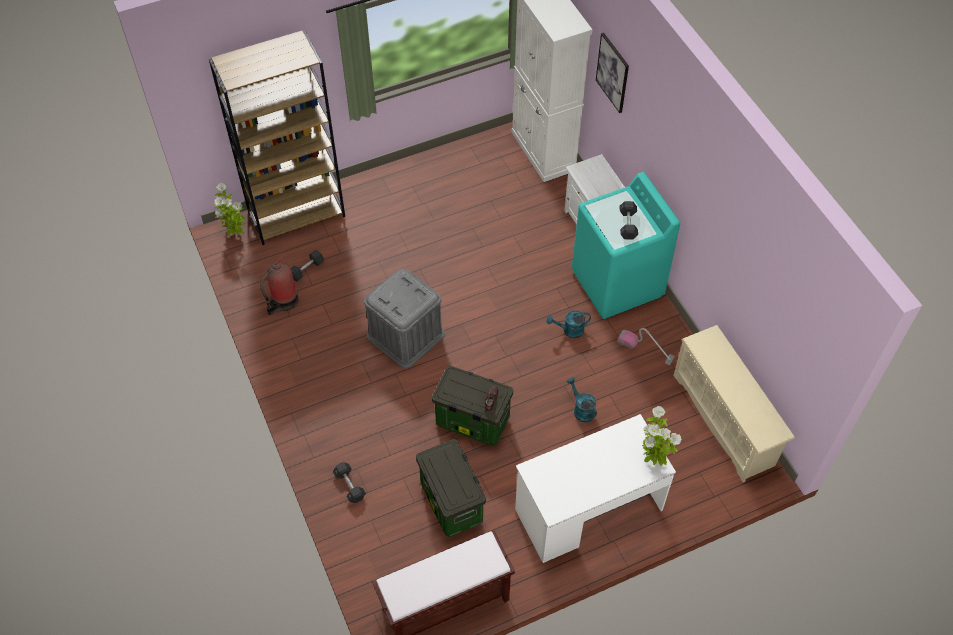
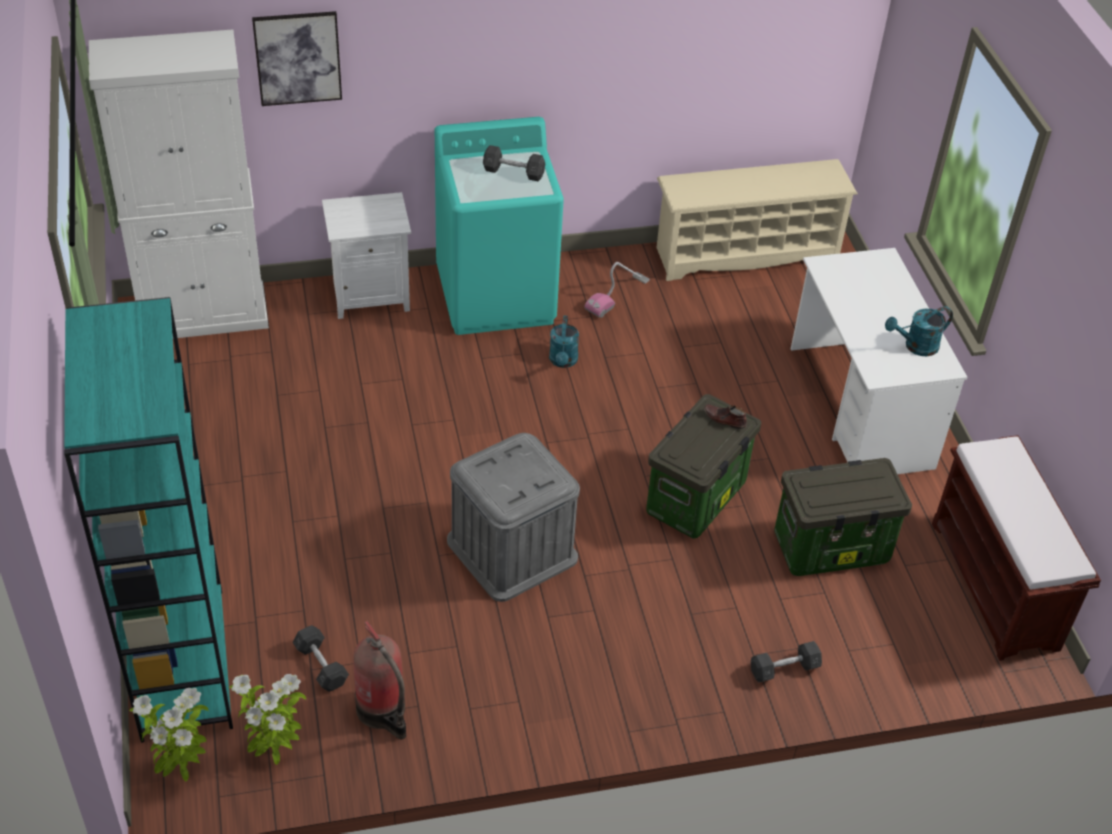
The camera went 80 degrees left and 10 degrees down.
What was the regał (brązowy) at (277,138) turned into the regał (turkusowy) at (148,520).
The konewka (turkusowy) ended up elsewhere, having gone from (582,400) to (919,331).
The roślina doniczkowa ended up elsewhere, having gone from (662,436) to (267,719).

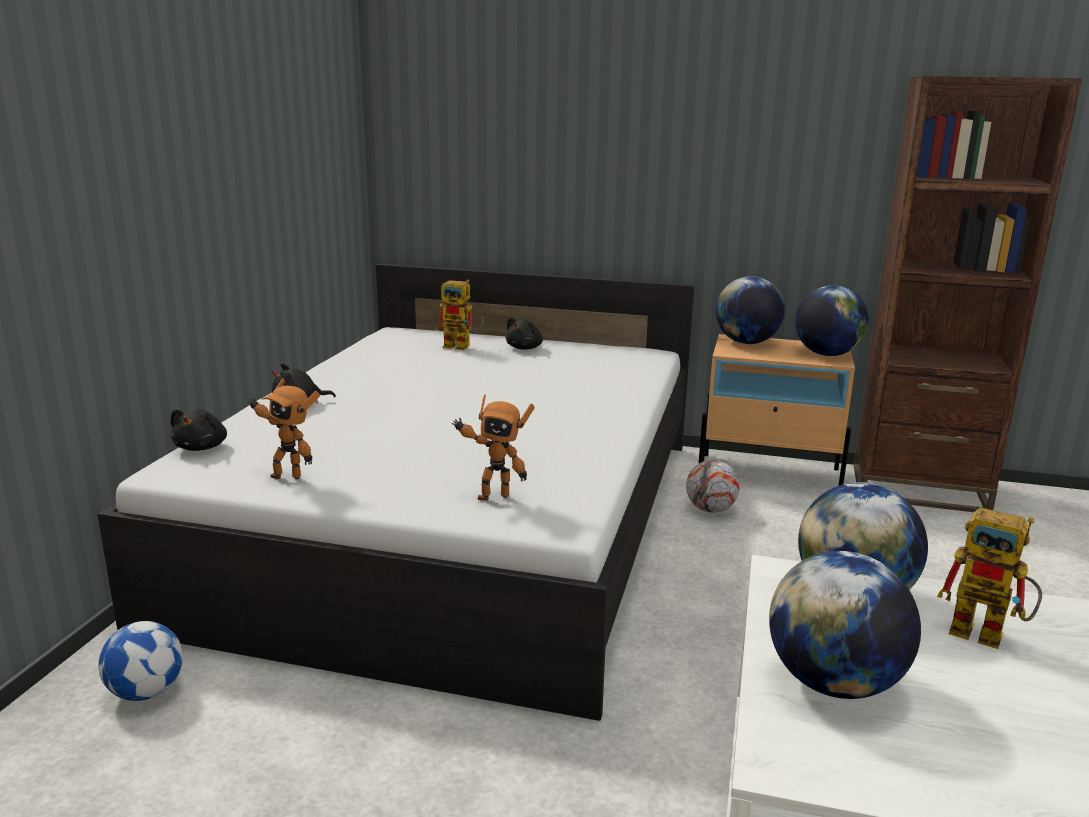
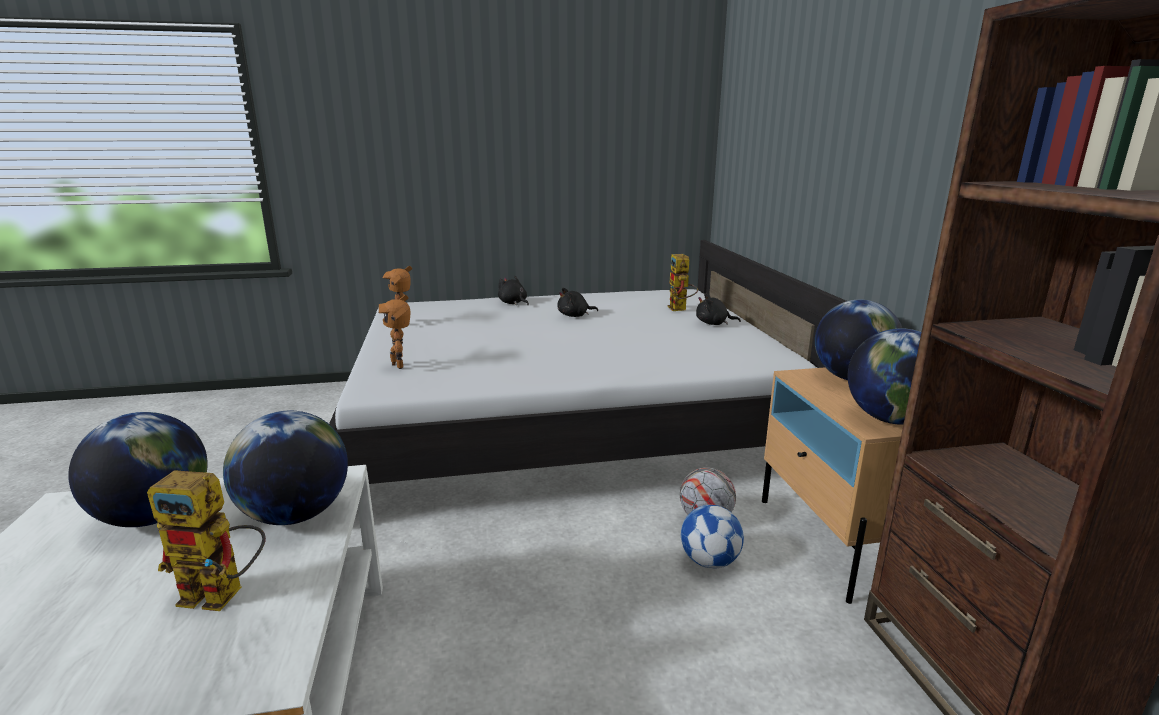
The camera went 65 degrees right and 0 degrees up.
The pluszak (czarny) ended up elsewhere, having gone from (199,430) to (577,302).
The robot zabawkowy at (989,578) ended up facing another way, 90 degrees counterclockwise from before.
The piłka futbolowa ended up elsewhere, having gone from (140,661) to (712,536).

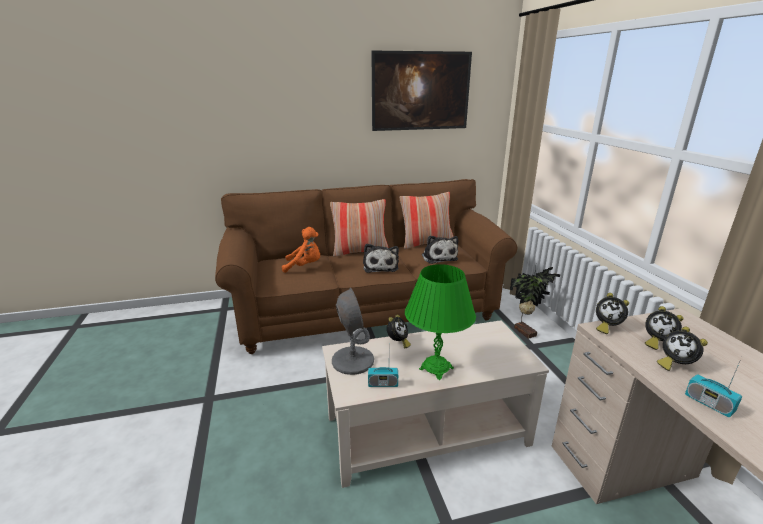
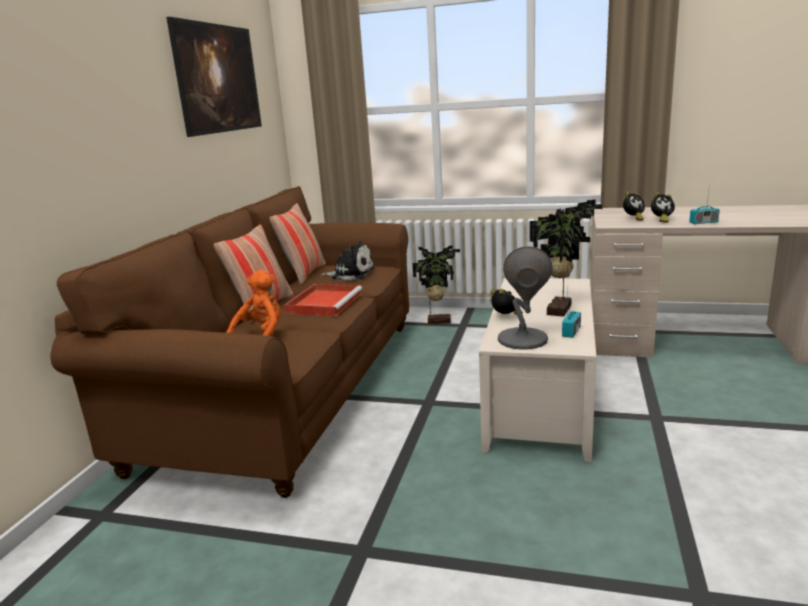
The camera went 60 degrees left and 5 degrees down.
Where the pluszak stood at (381,258), the taca (czerwony) came to stand at (323,300).
Where the lampa stołowa (zielony) stood at (440,322), the roślina doniczkowa came to stand at (566,257).
The second view lost the budzik at (612,313).

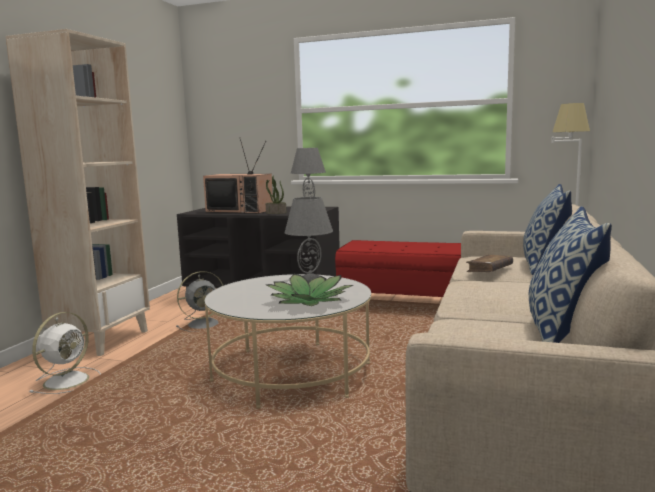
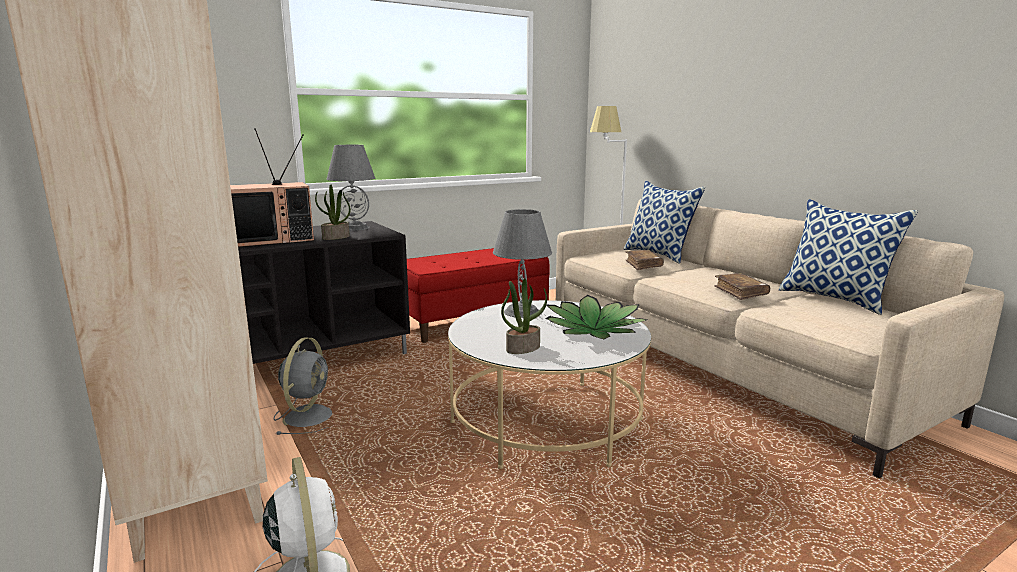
The camera went 50 degrees left and 5 degrees up.
The second view gained the książka (brązowy) at (742,286).
The second view gained the roślina doniczkowa at (524,316).

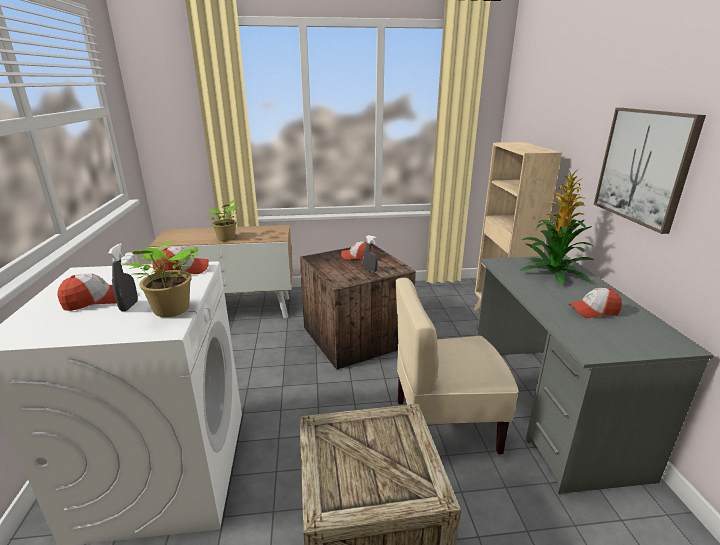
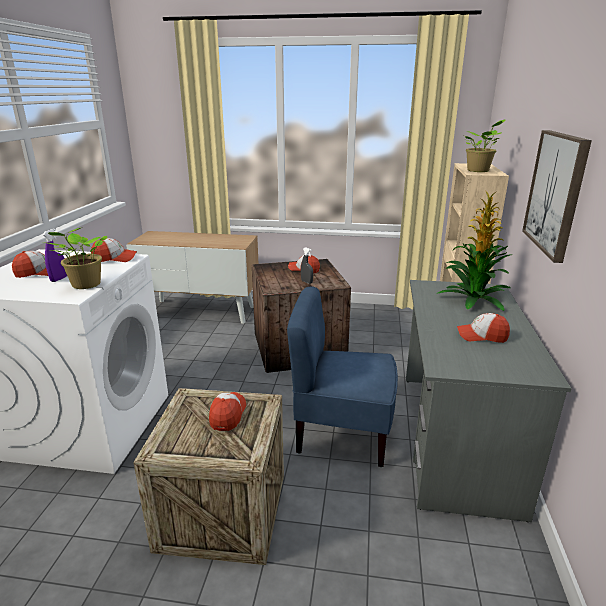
The camera went 15 degrees right and 0 degrees up.
The roślina doniczkowa ended up elsewhere, having gone from (223,220) to (485,145).
What was the spryskiwacz (szary) at (123,277) turned into the spryskiwacz (fioletowy) at (54,255).
What was the krzesło (beżowy) at (457,365) turned into the krzesło (niebieski) at (342,376).
The second view gained the czapka z daszkiem at (227,411).

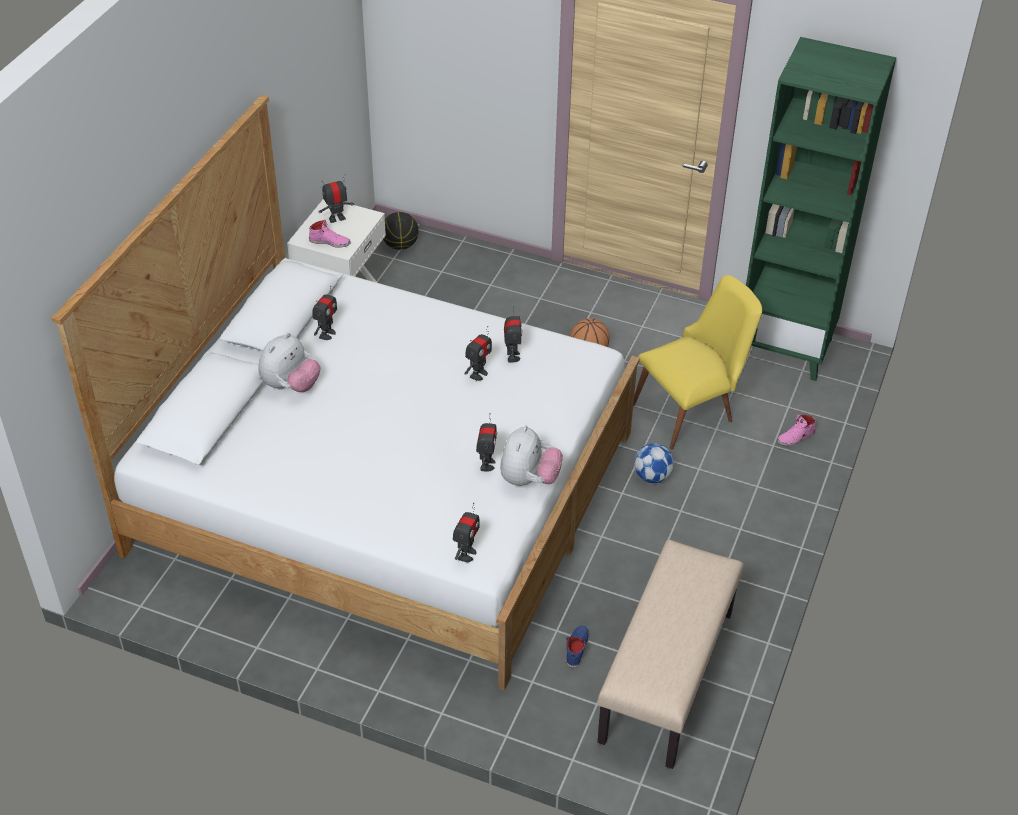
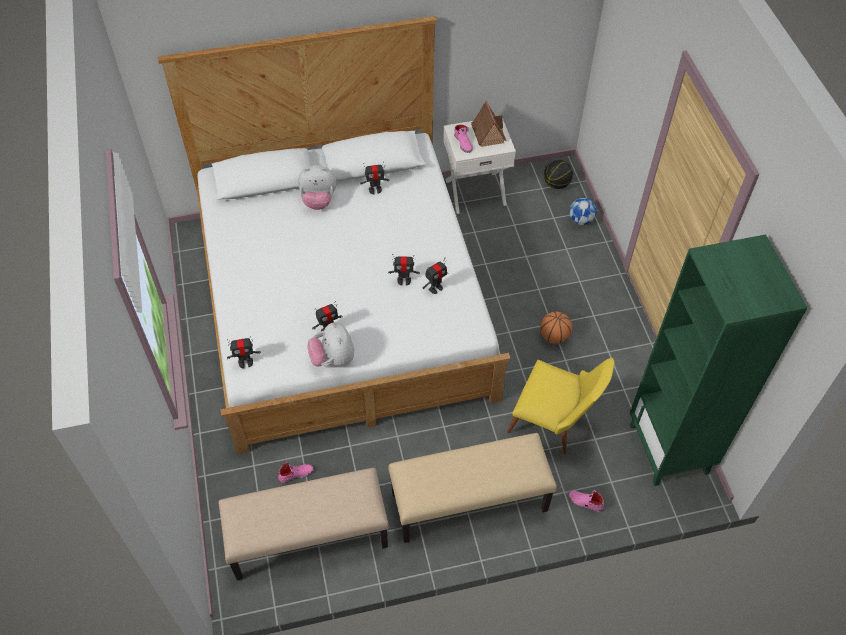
The camera went 55 degrees right and 10 degrees up.
Where the robot zabawkowy stood at (336,198), the domek came to stand at (488,124).
The pluszak at (531,455) ended up facing another way, 90 degrees clockwise from before.
The piłka futbolowa ended up elsewhere, having gone from (654,463) to (583,211).
What was the but (niebieski) at (577,646) turned into the but (różowy) at (296,472).
The second view gained the ławka (beżowy) at (472,488).

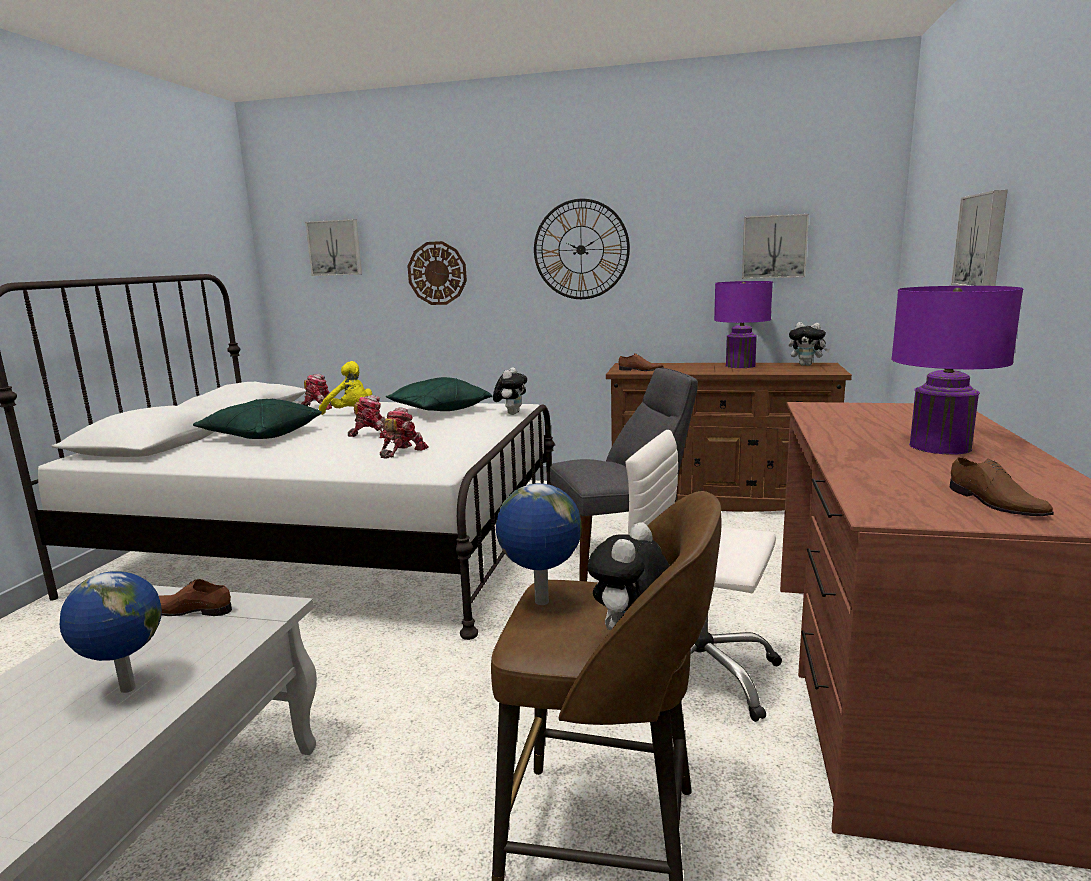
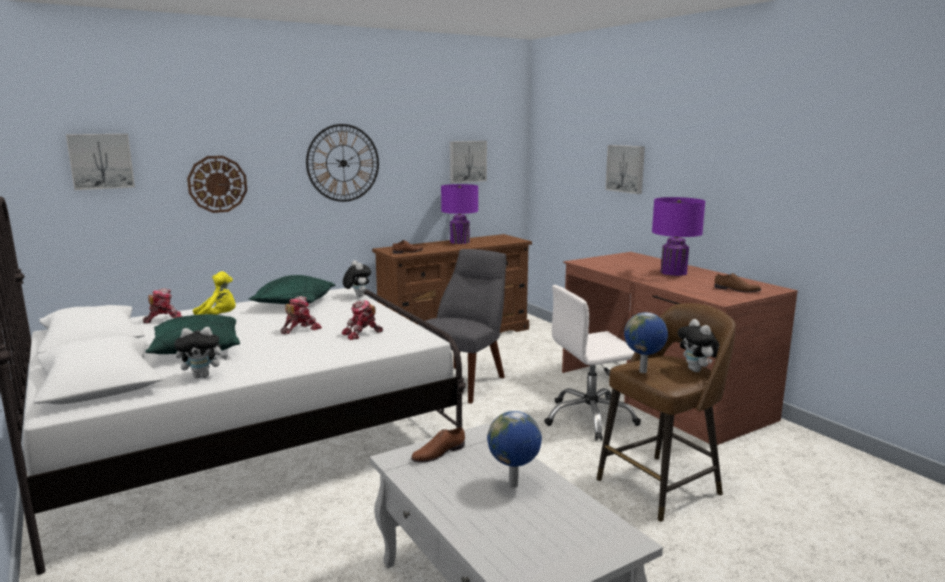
The camera went 45 degrees left and 0 degrees up.
The pluszak ended up elsewhere, having gone from (809,344) to (201,353).
The robot zabawkowy at (404,433) ended up facing another way, 105 degrees counterclockwise from before.

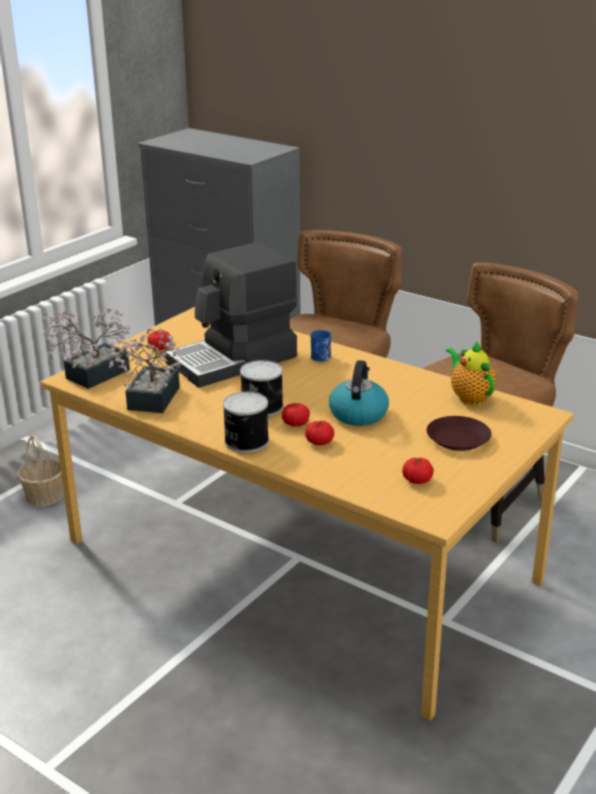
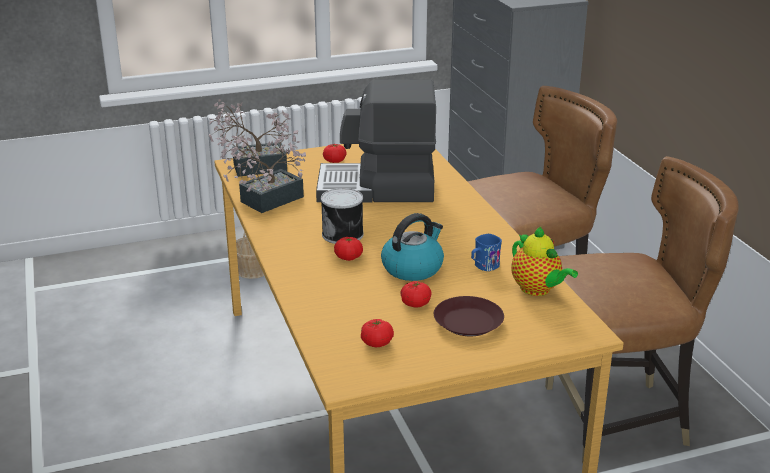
The camera went 35 degrees right and 0 degrees up.
The kubek (niebieski) ended up elsewhere, having gone from (321,346) to (486,252).
The imbryk at (471,373) ended up facing another way, 135 degrees clockwise from before.
The second view lost the puszka at (246,422).
The pomidor ended up elsewhere, having gone from (319,433) to (415,294).

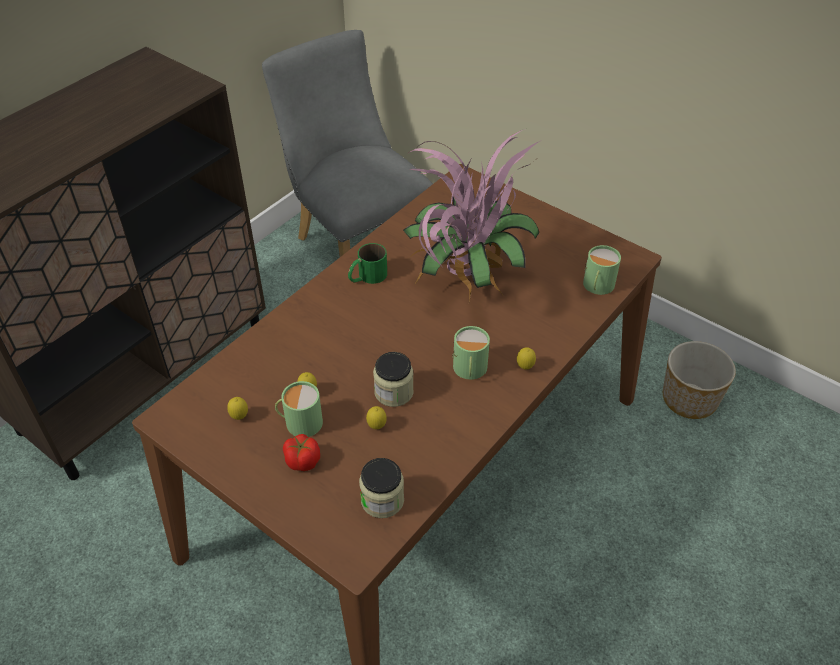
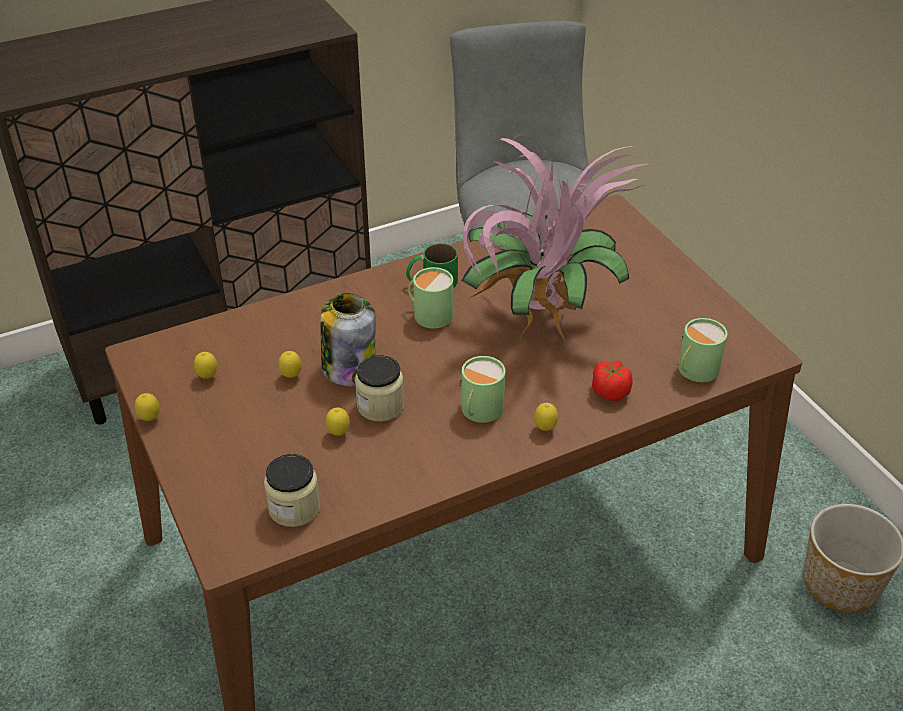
The camera went 25 degrees right and 5 degrees down.
The kubek (zielony) ended up elsewhere, having gone from (299,409) to (430,297).
The pomidor ended up elsewhere, having gone from (301,452) to (612,380).
The second view gained the słoik at (348,339).
The second view gained the cytryna at (147,407).

